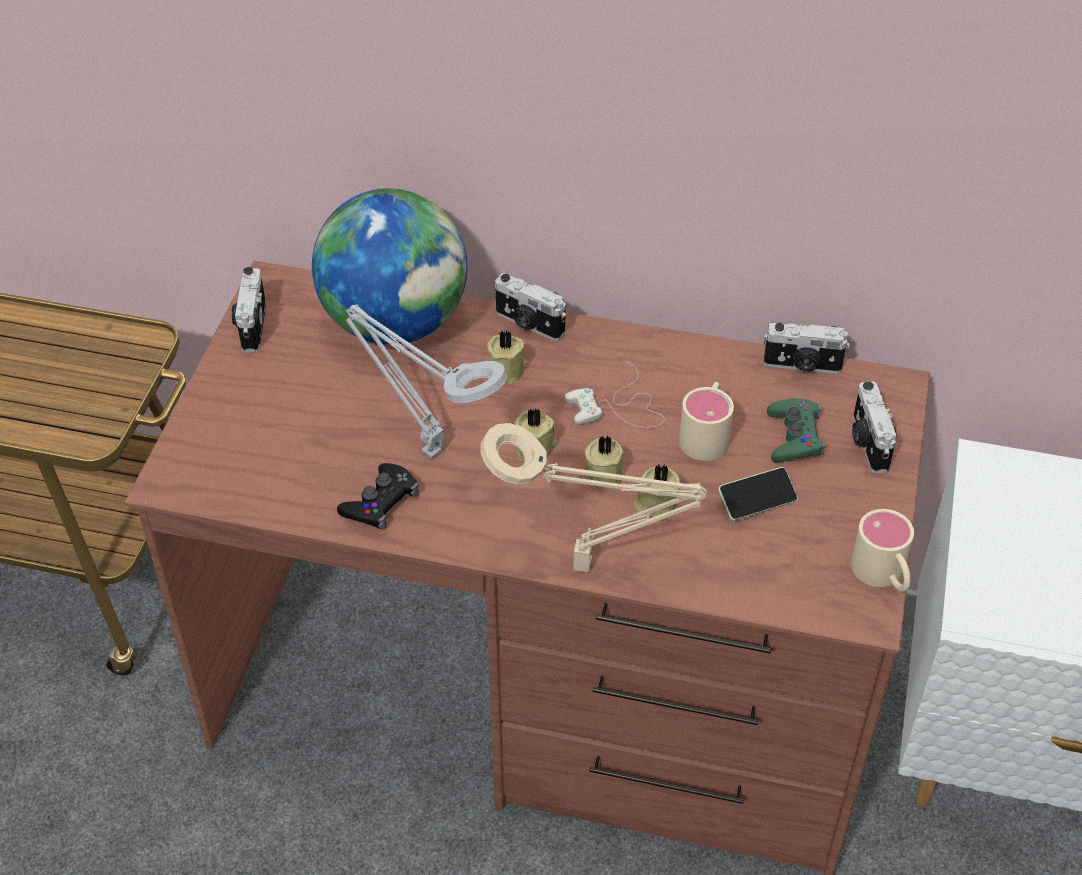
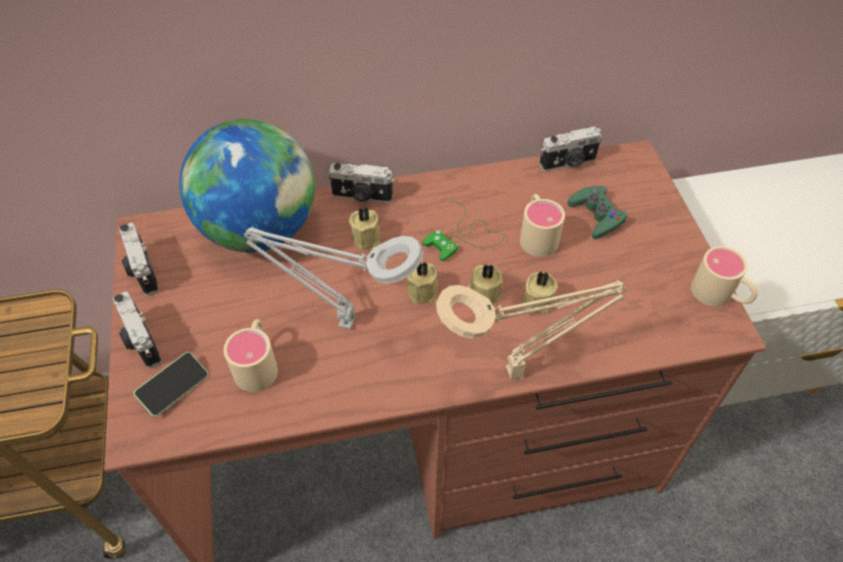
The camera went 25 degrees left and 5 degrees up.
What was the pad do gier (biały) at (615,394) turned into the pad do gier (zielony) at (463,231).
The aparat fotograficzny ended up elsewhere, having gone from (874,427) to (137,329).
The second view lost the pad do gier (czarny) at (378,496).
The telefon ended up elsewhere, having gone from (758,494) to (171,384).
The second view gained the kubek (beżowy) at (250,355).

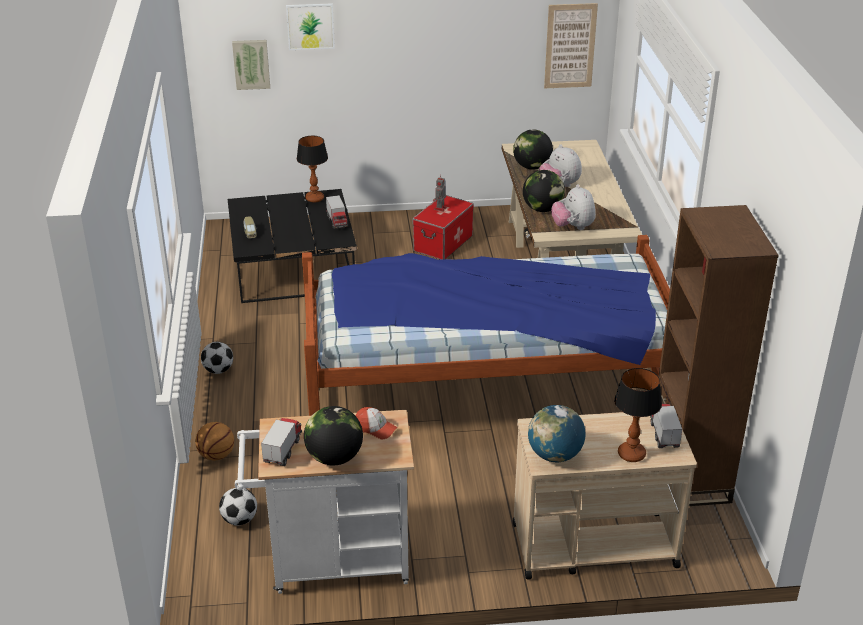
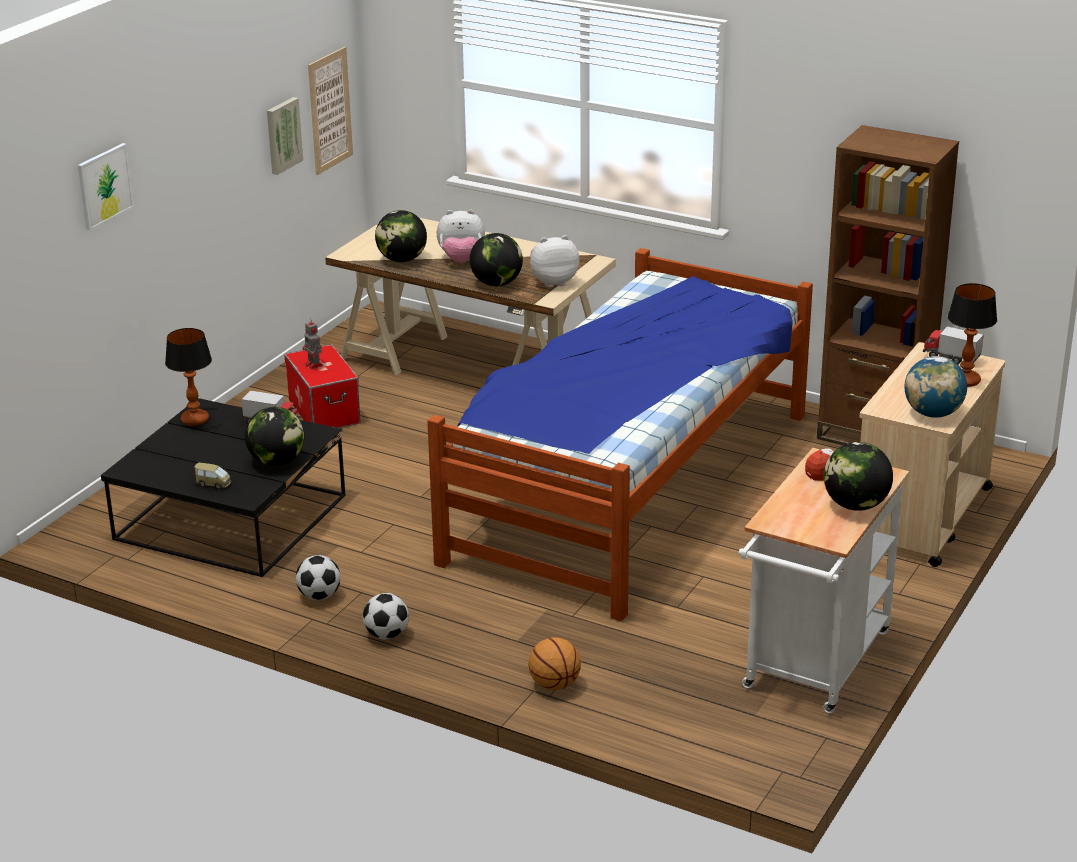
The camera went 55 degrees left and 5 degrees down.
The obraz ended up elsewhere, having gone from (251,65) to (285,136).
The pluszak at (573,207) ended up facing another way, 150 degrees clockwise from before.
The second view lost the ciężarówka zabawkowa at (281,442).
The piłka futbolowa ended up elsewhere, having gone from (238,507) to (318,577).
The second view gained the globus at (274,436).

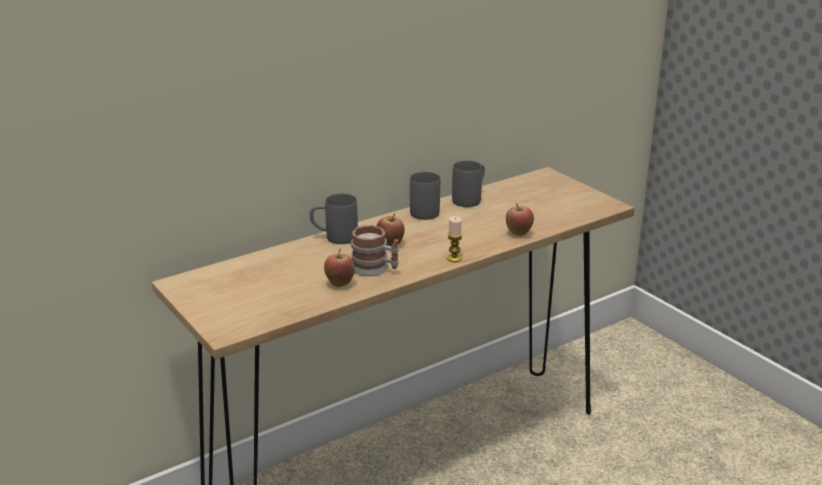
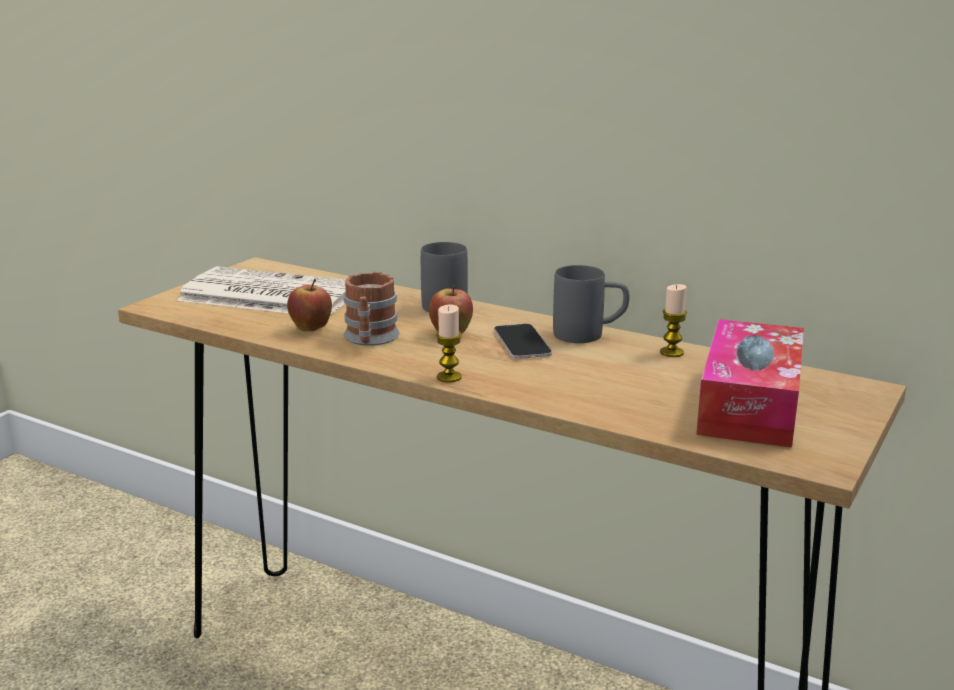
The camera went 65 degrees right and 5 degrees down.
Where the kubek (szary) stood at (468,184), the świeca came to stand at (673,320).
The second view lost the jabłko at (520,219).
The second view gained the gazeta at (261,290).
The second view gained the pudełko chusteczek at (750,383).
The second view gained the telefon at (523,341).

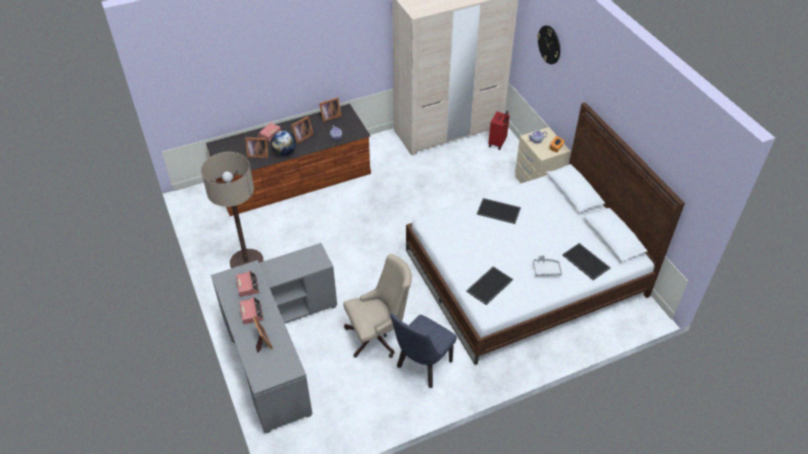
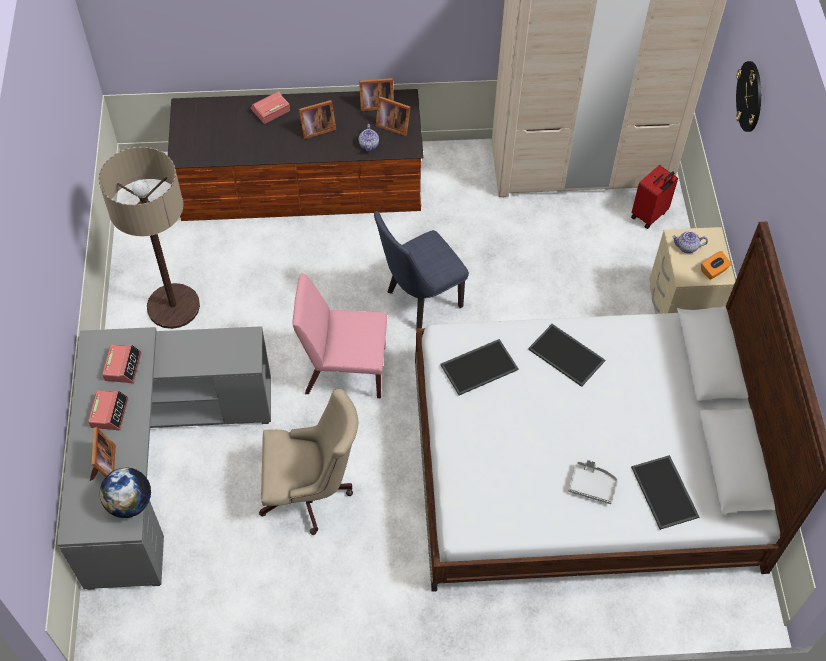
The camera went 20 degrees right and 10 degrees up.
The globus ended up elsewhere, having gone from (283,143) to (125,493).
The ramka na zdjęcie ended up elsewhere, having gone from (256,147) to (393,116).
The taca ended up elsewhere, having gone from (489,285) to (479,367).
The krzesło (niebieski) ended up elsewhere, having gone from (423,350) to (421,269).
The second view gained the krzesło (różowy) at (340,335).

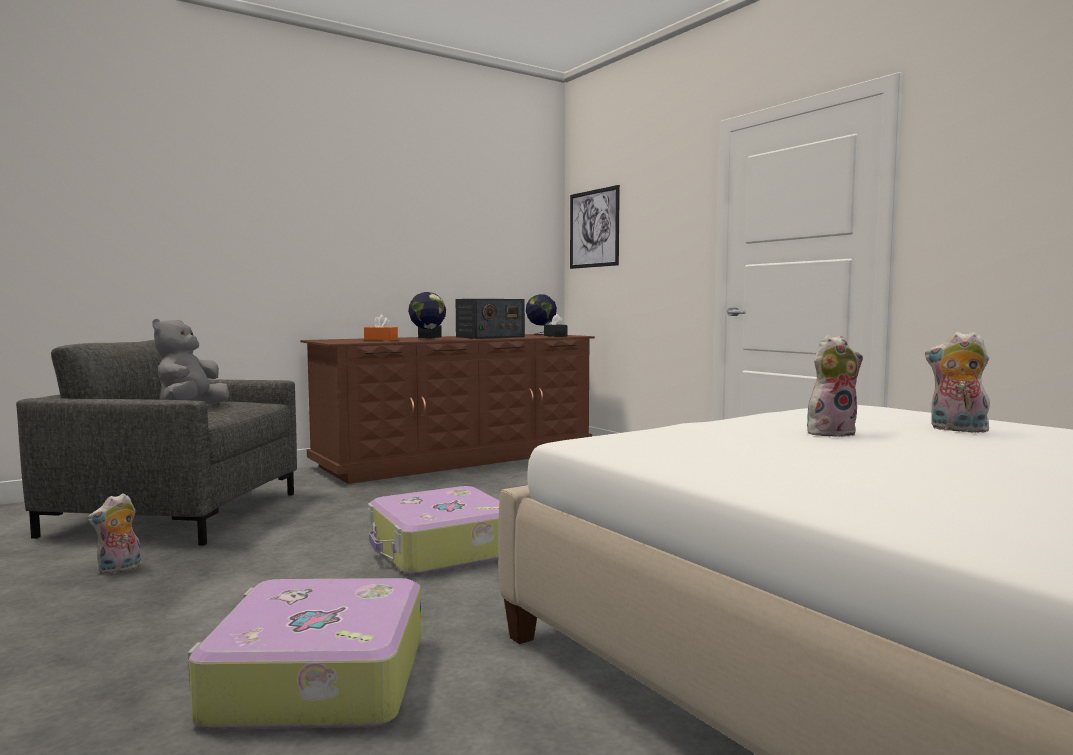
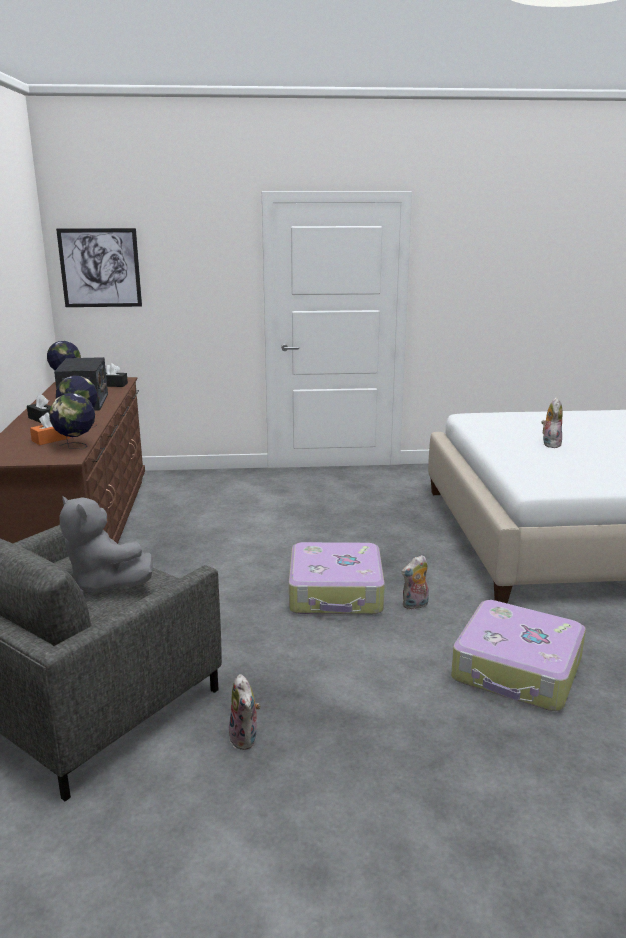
The camera went 60 degrees left and 15 degrees up.
The pluszak ended up elsewhere, having gone from (957,382) to (415,582).
The second view gained the globus at (72,421).

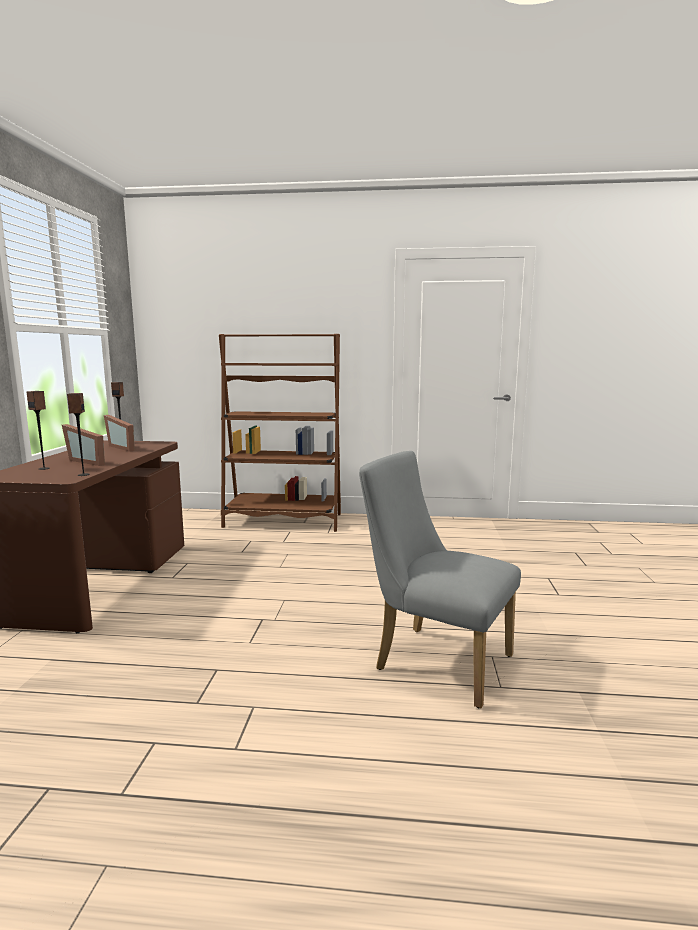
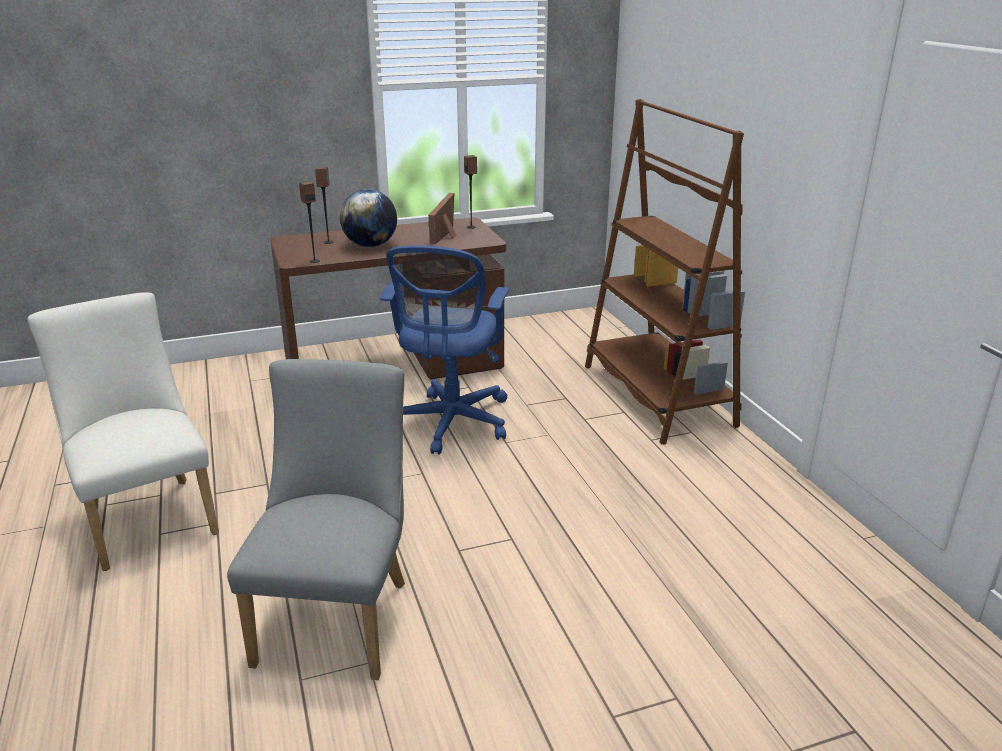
The camera went 65 degrees right and 15 degrees up.
Where the ramka na zdjęcie stood at (83,445), the globus came to stand at (368,218).
The second view gained the krzesło biurowe (niebieski) at (444,349).
The second view gained the krzesło (biały) at (123,431).

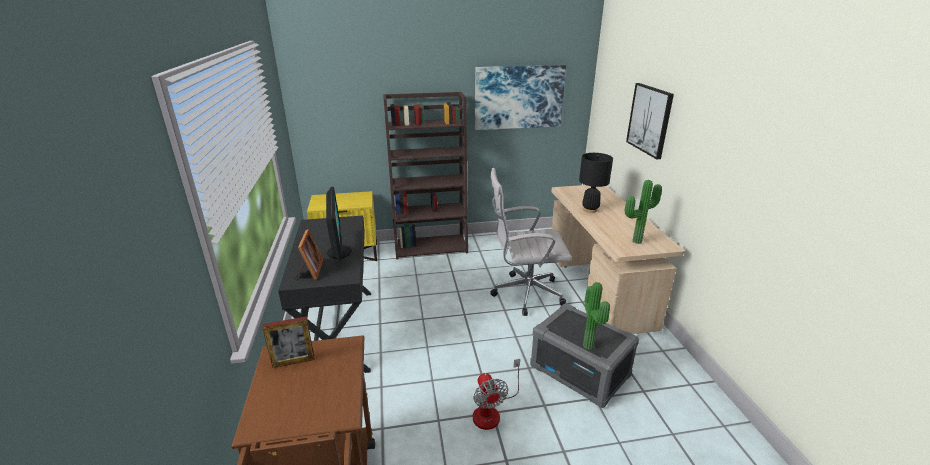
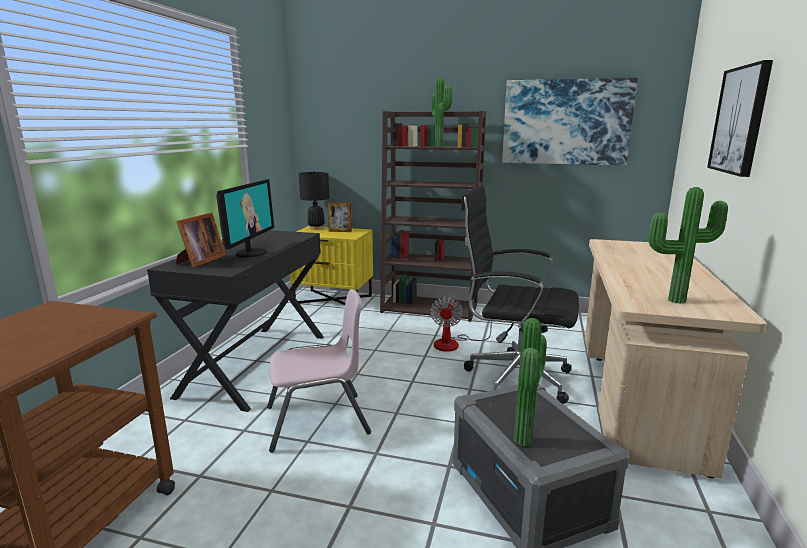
The camera went 25 degrees right and 10 degrees down.
The lampa stołowa (czarny) ended up elsewhere, having gone from (596,183) to (314,200).
What was the krzesło biurowe (biały) at (531,242) turned into the krzesło biurowe (czarny) at (520,294).
The ramka na zdjęcie ended up elsewhere, having gone from (288,342) to (340,217).
The wentylator ended up elsewhere, having gone from (496,394) to (461,324).
The second view gained the roślina doniczkowa at (441,112).
The second view gained the krzesło (różowy) at (319,371).

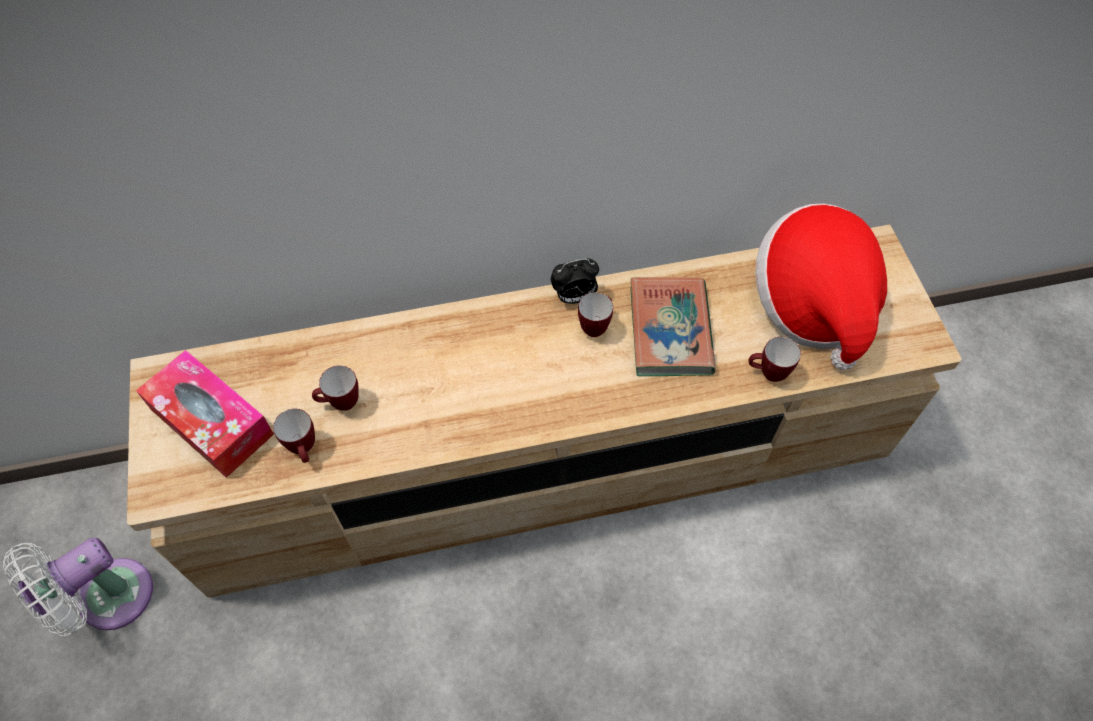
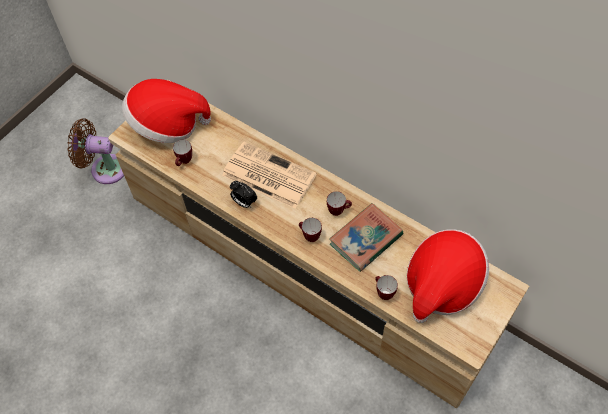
The camera went 50 degrees right and 0 degrees up.
The budzik ended up elsewhere, having gone from (575,281) to (243,194).
Where the pudełko chusteczek stood at (205,414), the kapelusz came to stand at (166,111).
The kubek ended up elsewhere, having gone from (335,388) to (310,230).
What was the wentylator (biały) at (78,587) turned into the wentylator (brązowy) at (95,151).
The second view gained the gazeta at (269,175).

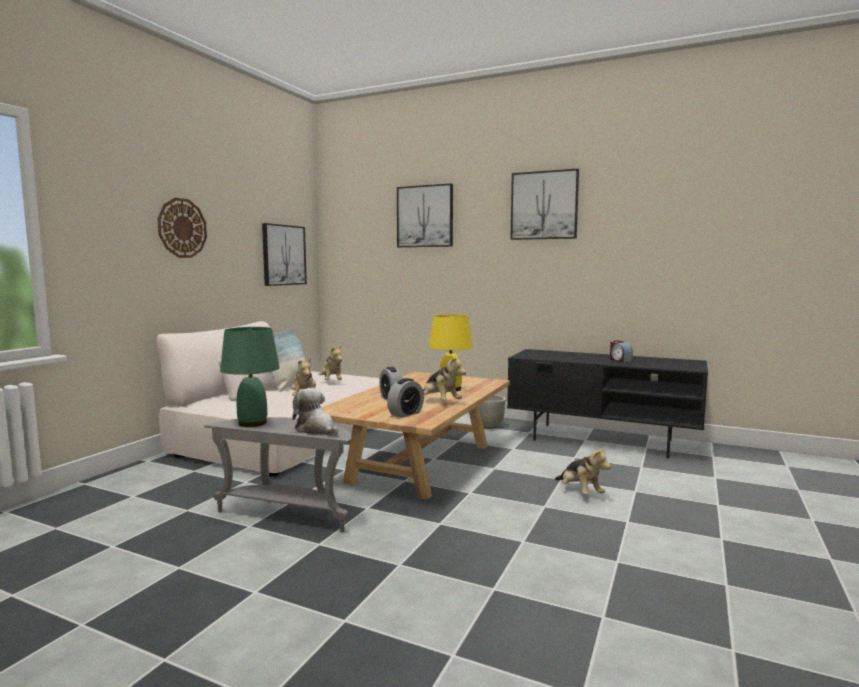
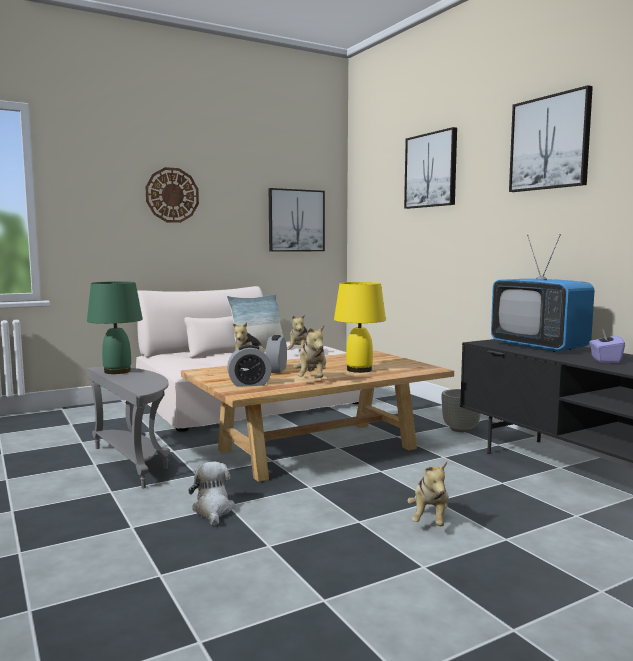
The camera went 35 degrees right and 0 degrees up.
Where the budzik stood at (621,351), the pudełko chusteczek (fioletowy) came to stand at (607,346).
The pluszak ended up elsewhere, having gone from (315,412) to (211,494).
The second view gained the telewizor at (543,293).

